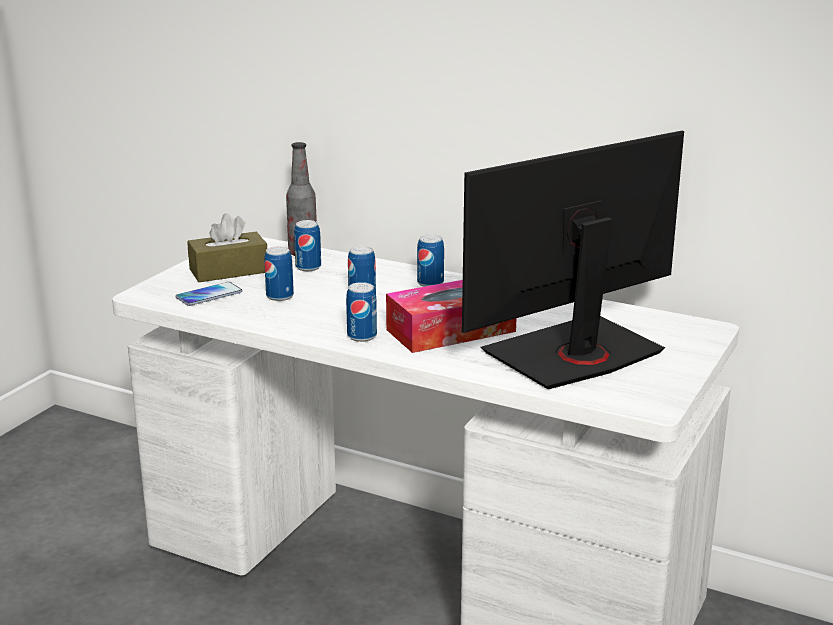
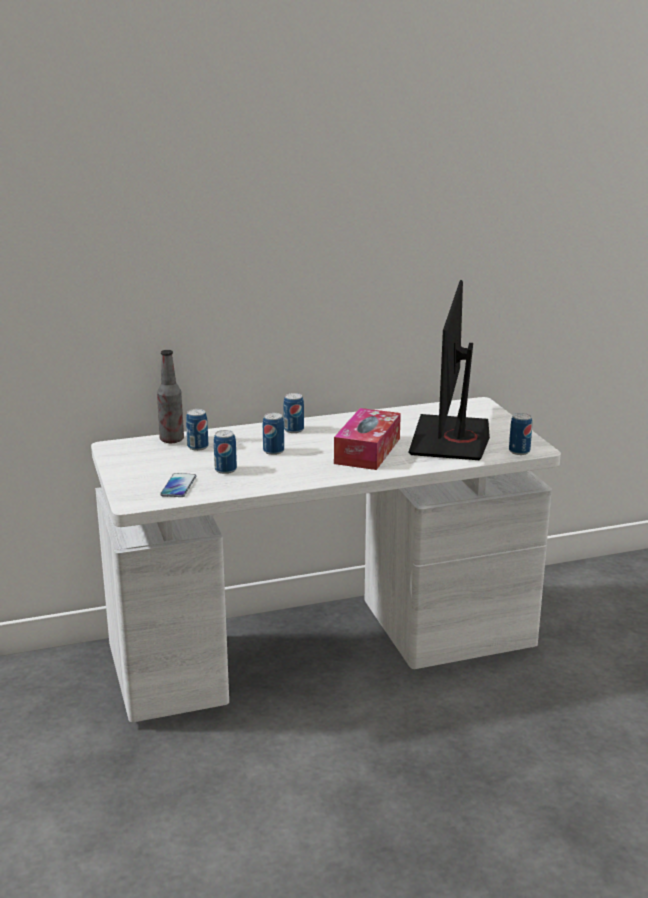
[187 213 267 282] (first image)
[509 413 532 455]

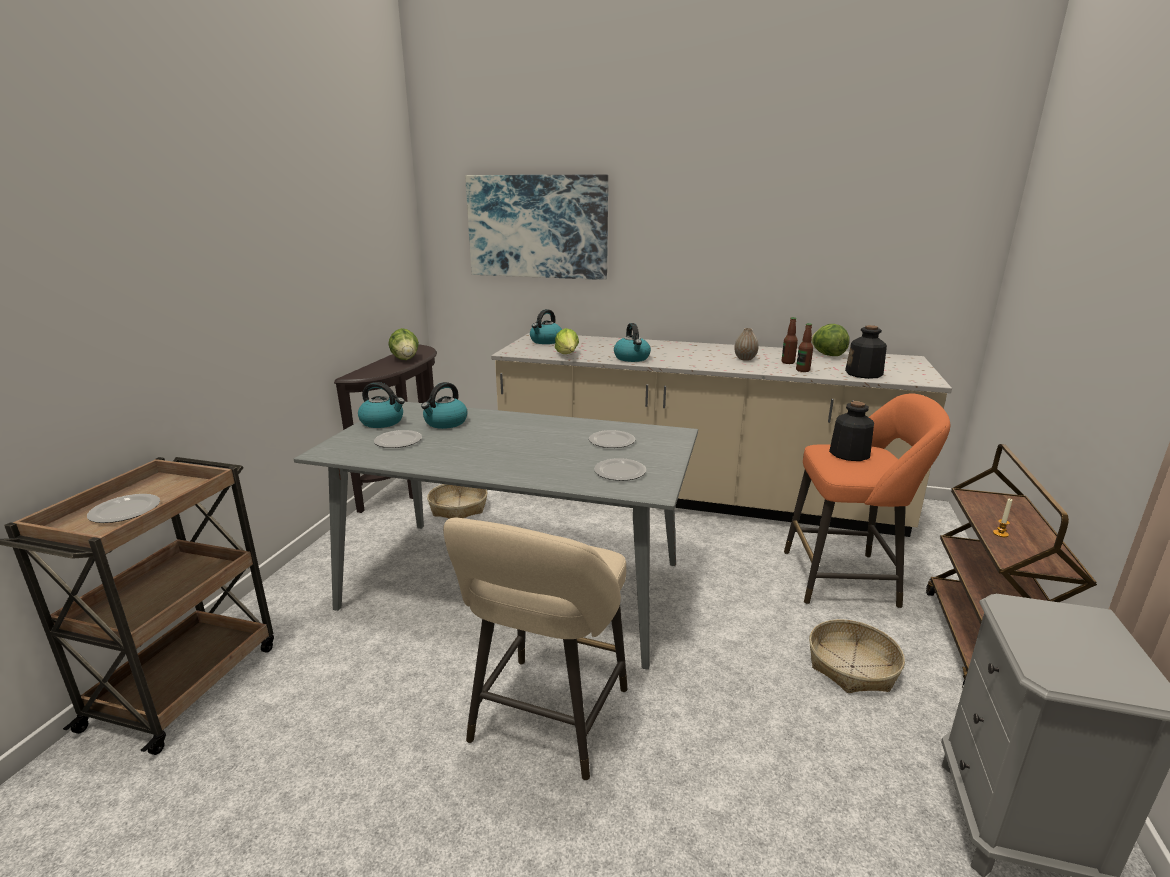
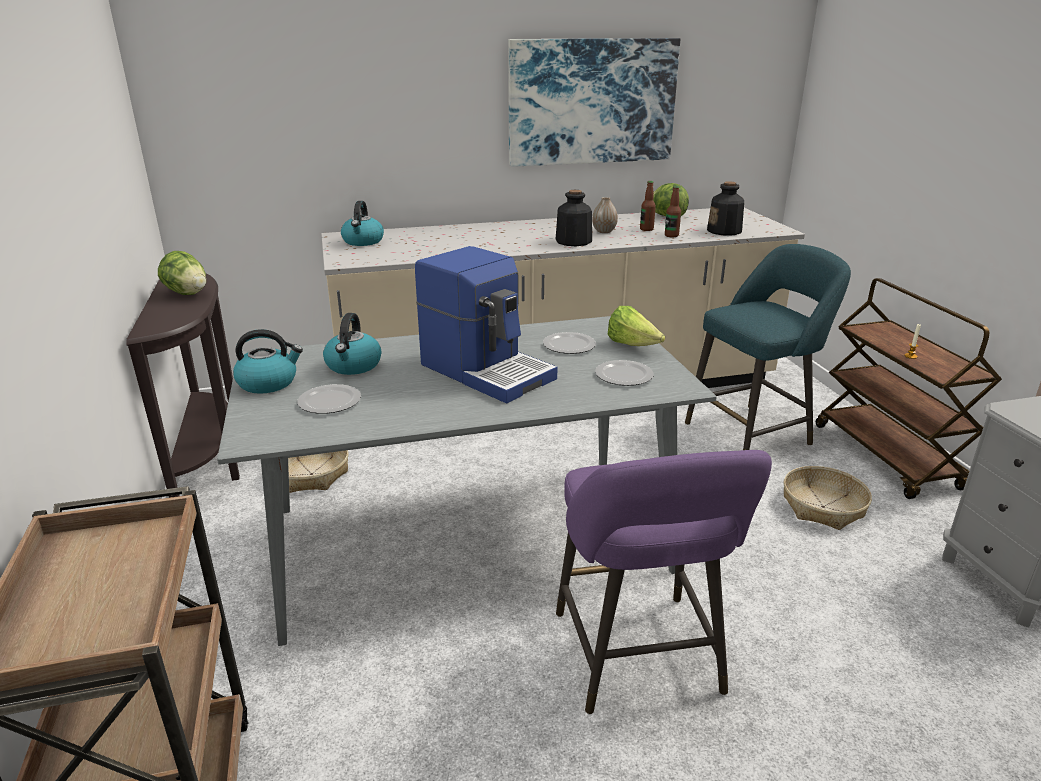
[87 494 160 523] (first image)
[614 323 651 362] (first image)
[415 246 557 403]
[508 38 680 167]
[608 306 665 346]
[556 190 592 246]
[556 450 772 714]
[685 244 851 450]

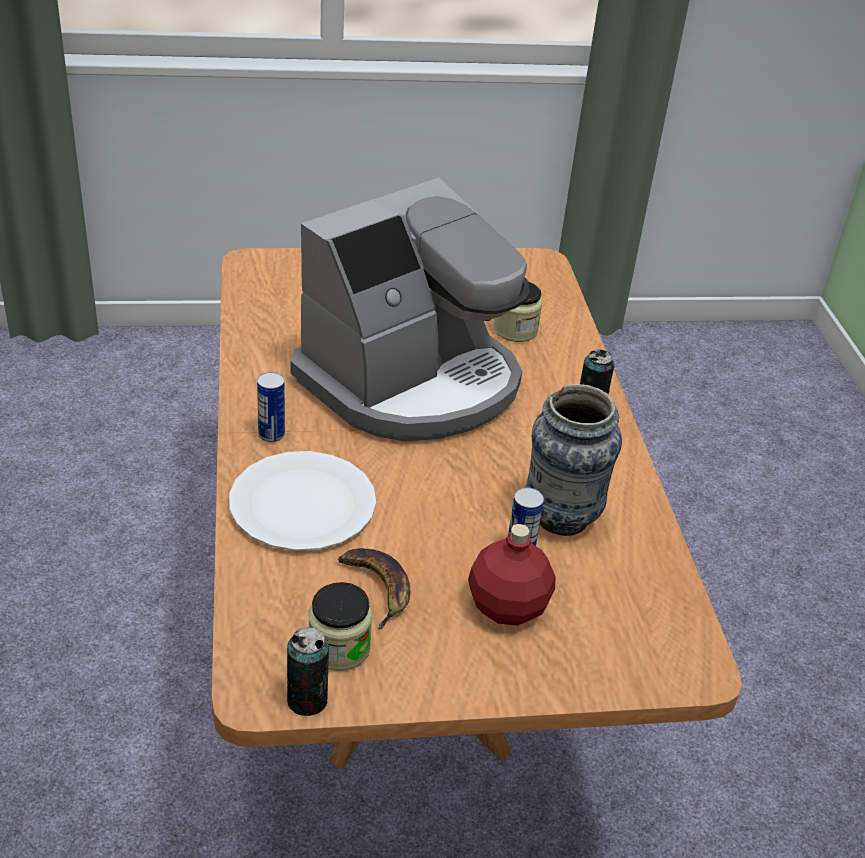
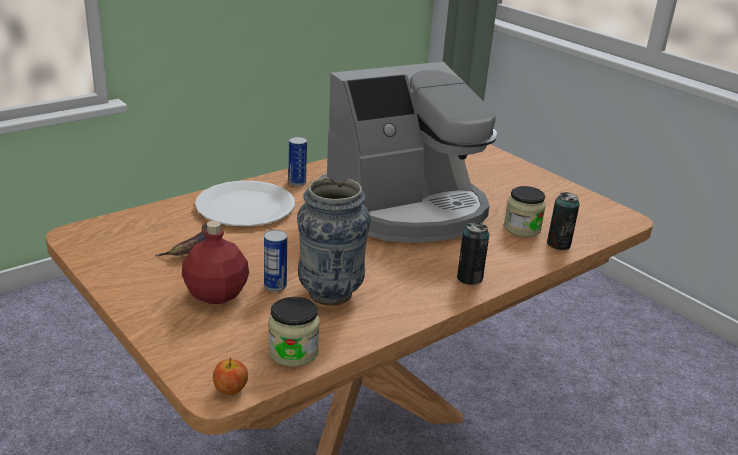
[213 357 248 395]
[547 192 580 250]
[269 297 320 367]
[319 62 497 243]

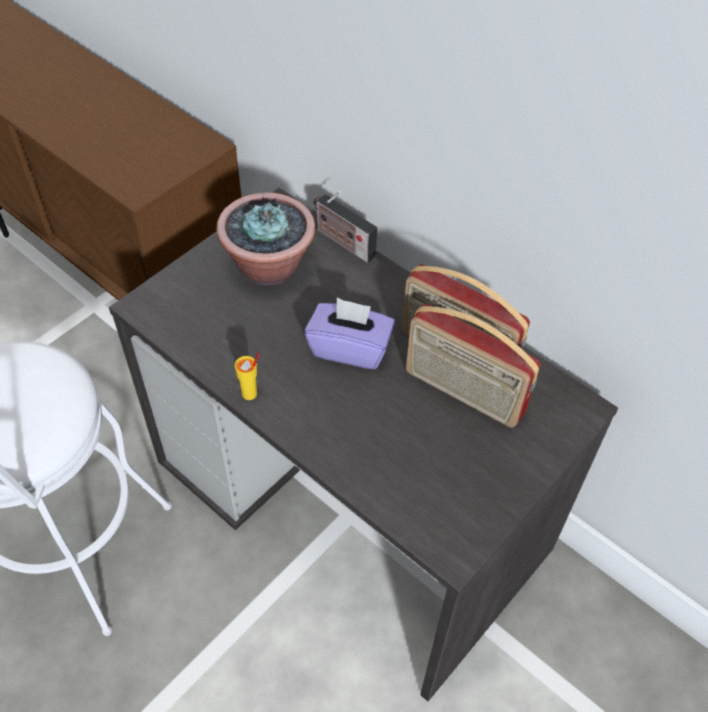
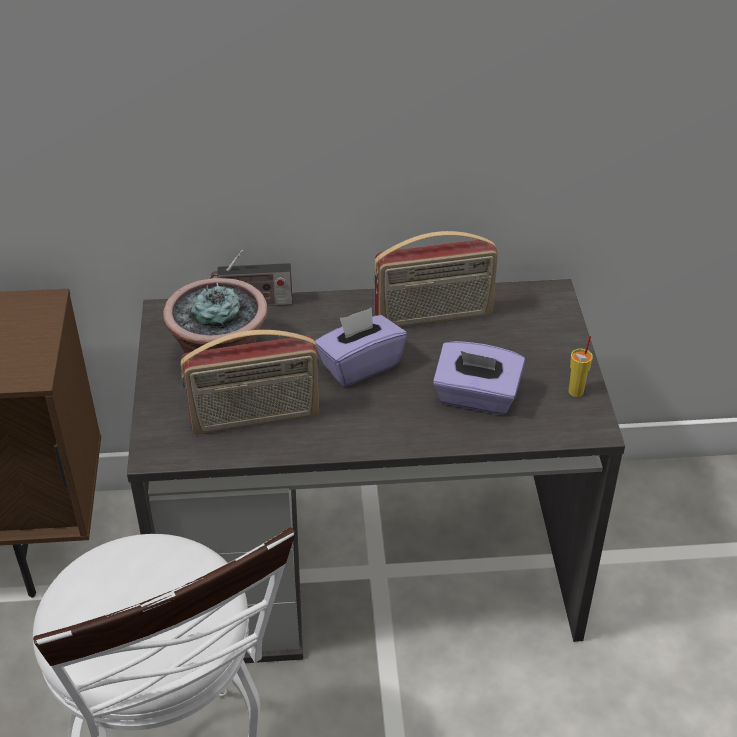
[433 341 525 415]
[568 336 593 397]
[181 330 319 434]

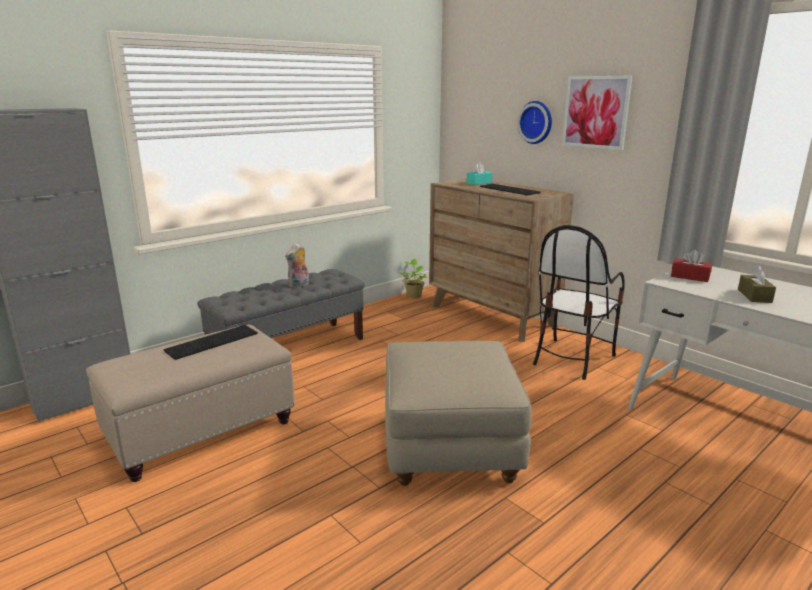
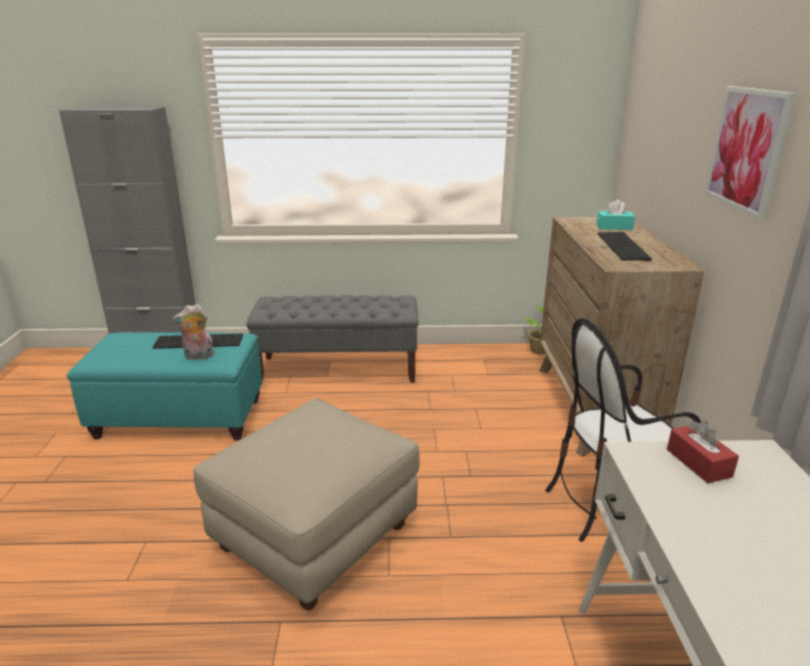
[517 101 552 144] (first image)
[738 265 776 303] (first image)
[173 304 215 360]
[67 332 262 441]

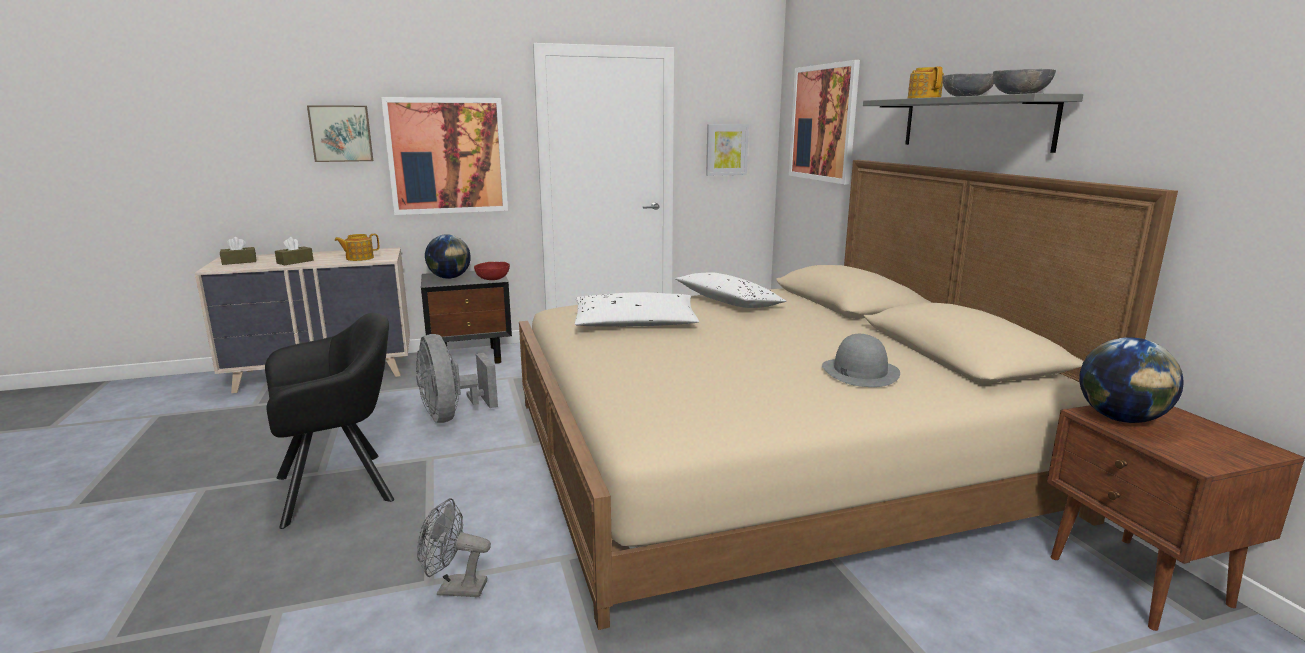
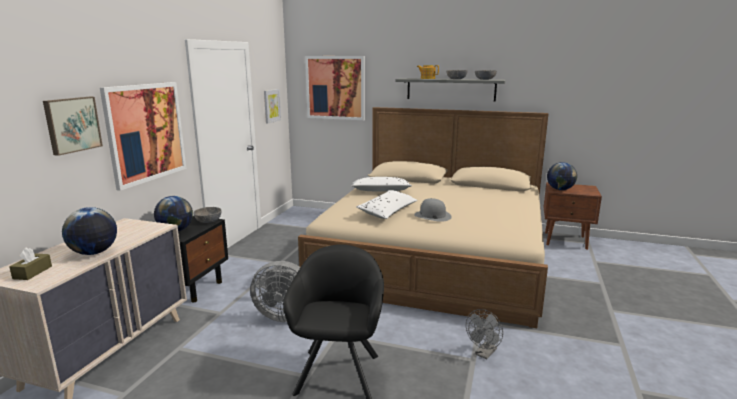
[334 234 379 261] (first image)
[414 198 452 222]
[62 207 117 255]
[194 207 222 223]

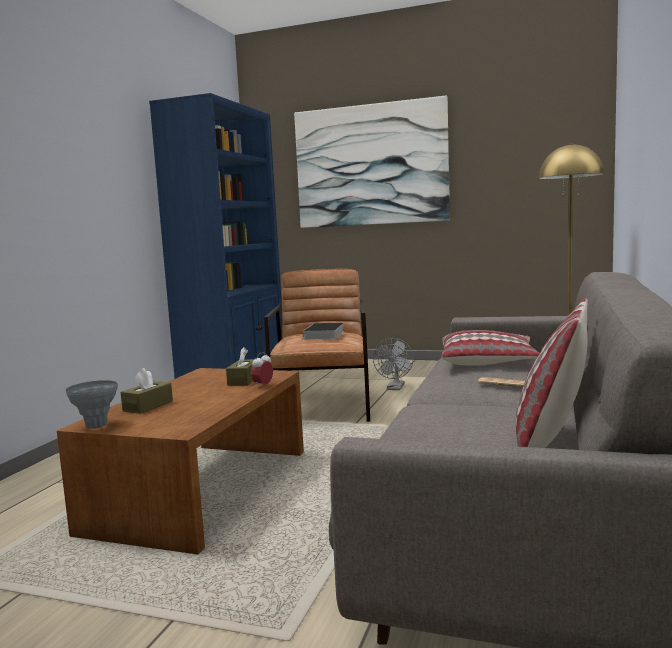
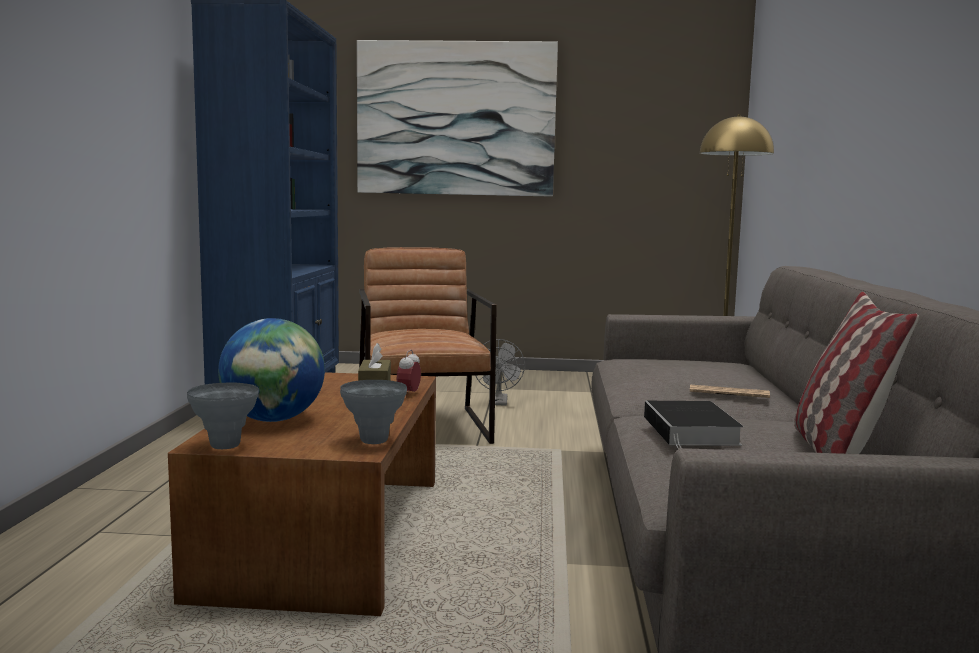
[441 330 539 366] (first image)
[340 380 407 444]
[644 401 743 448]
[218 318 325 422]

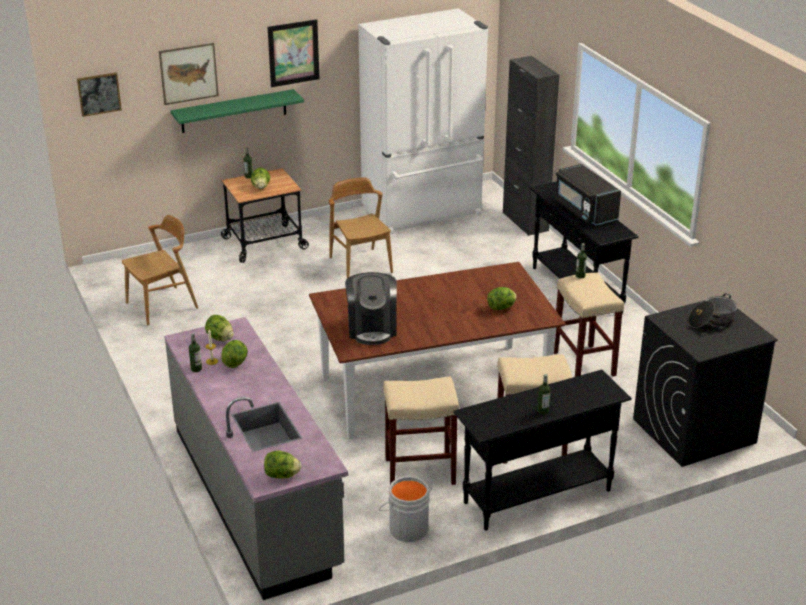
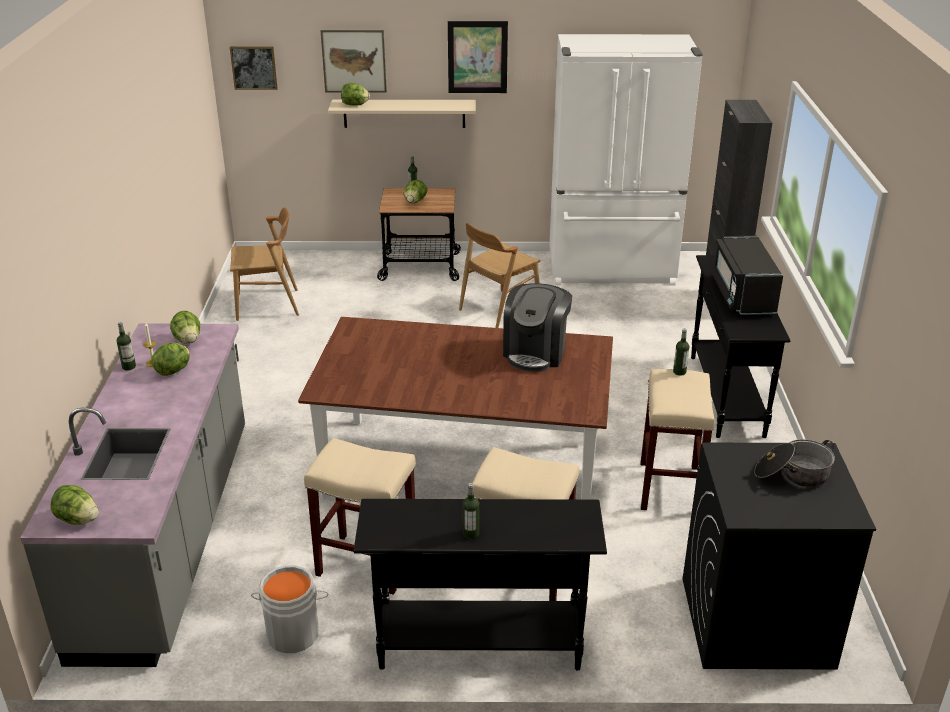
[503 283 572 372]
[341 83 370 106]
[328 100 476 128]
[459 223 540 328]

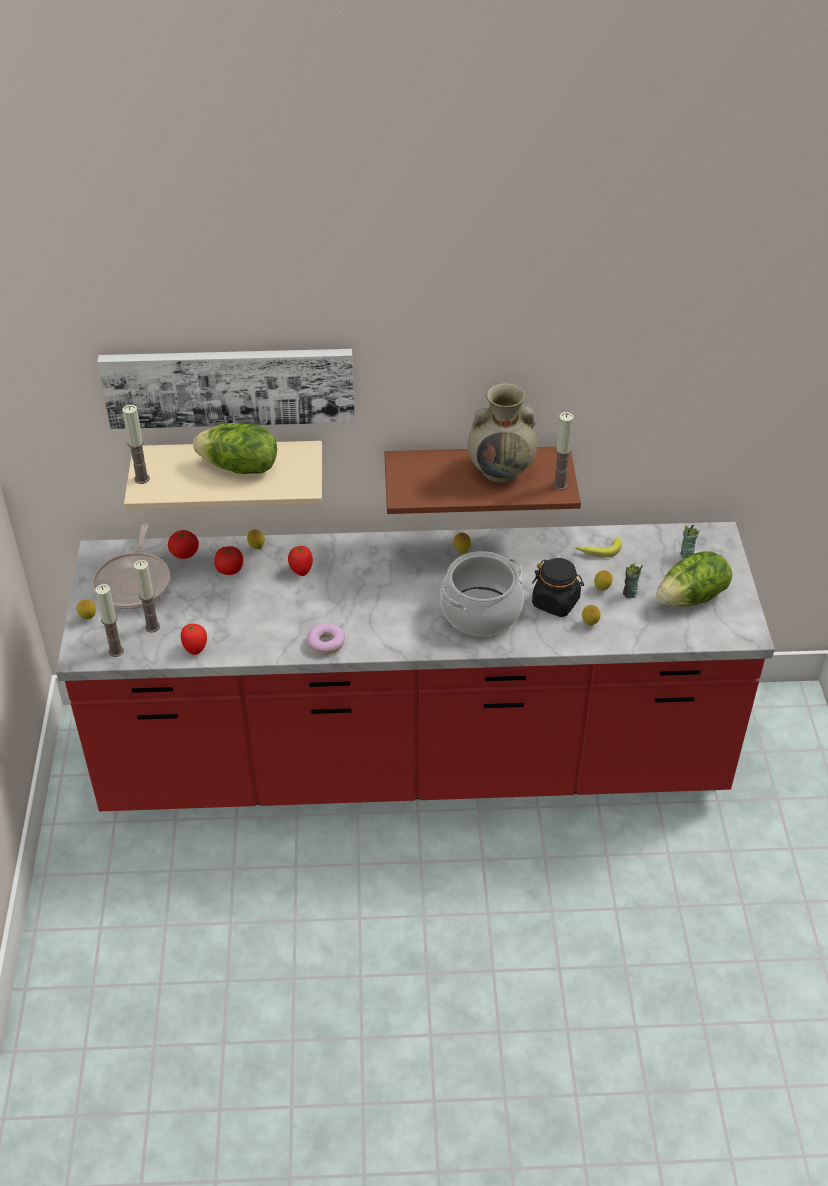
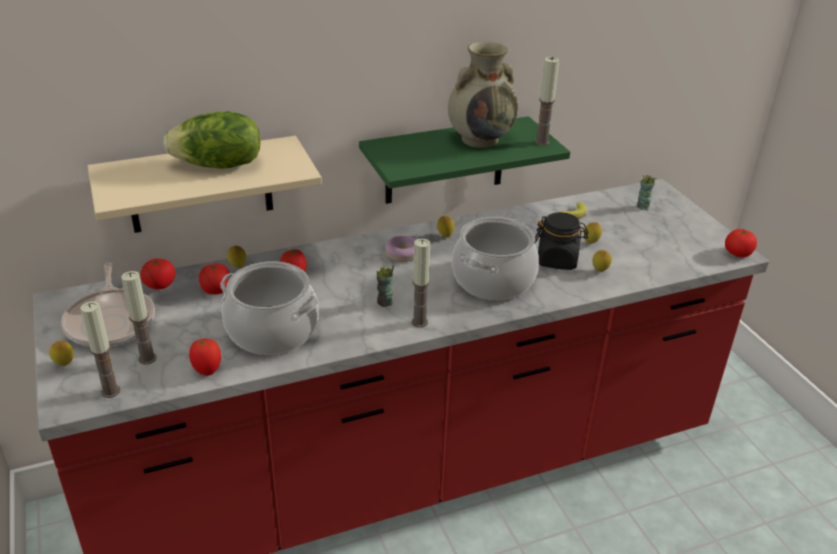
[97 349 355 429] (first image)
[656 552 732 606] (first image)
[220 261 319 355]
[725 229 757 258]
[412 239 430 328]
[385 236 417 262]
[377 265 394 307]
[359 116 570 204]

